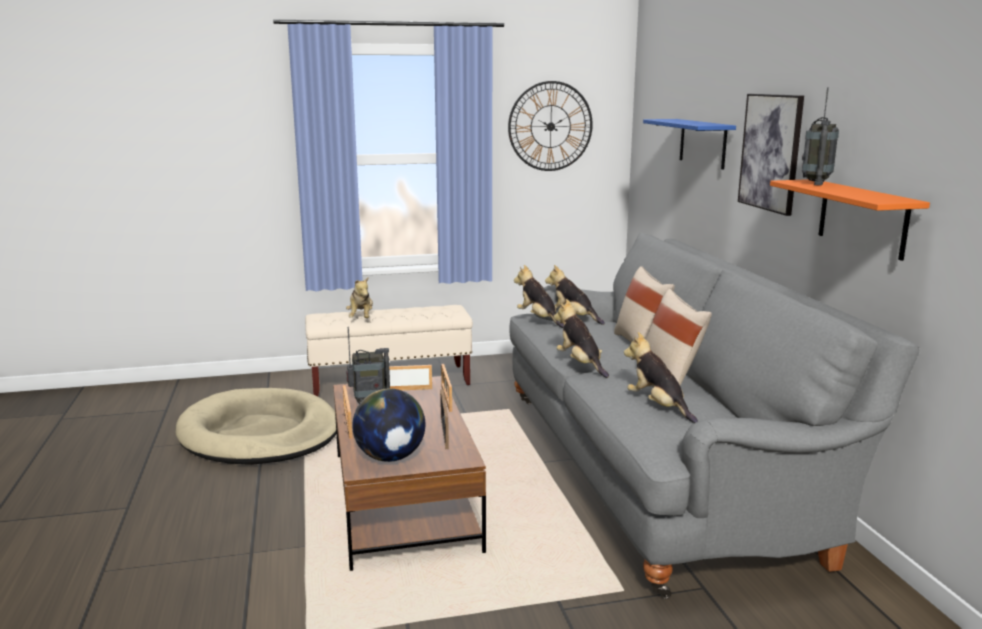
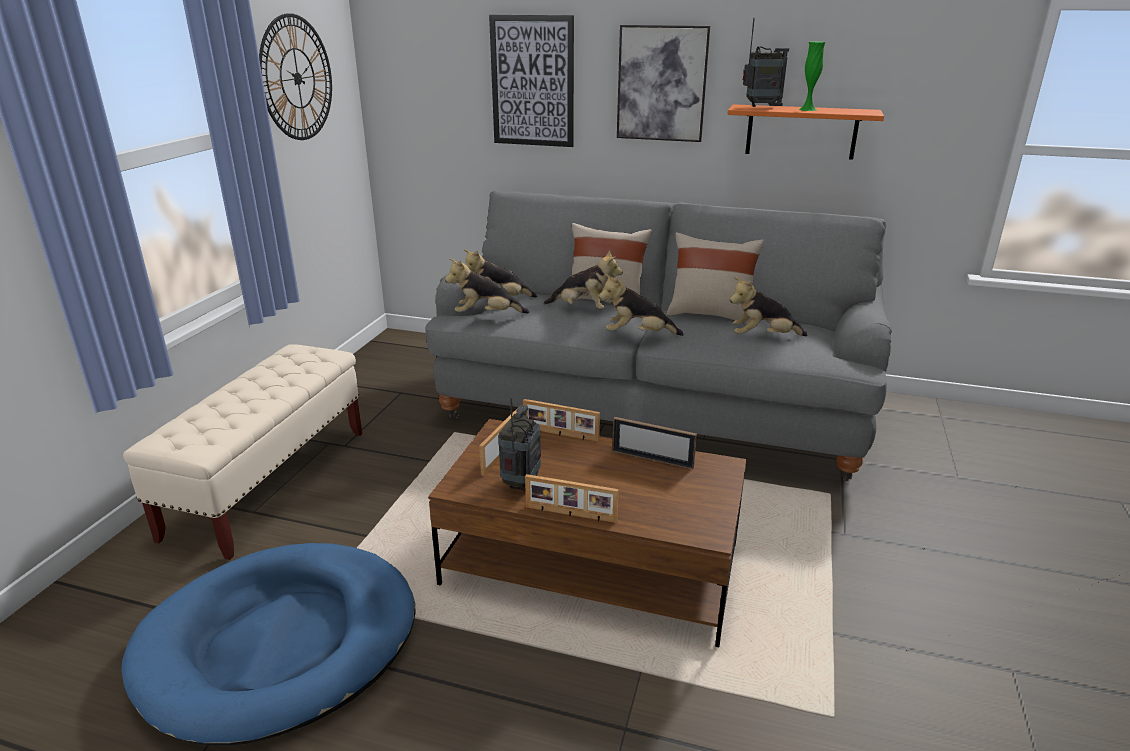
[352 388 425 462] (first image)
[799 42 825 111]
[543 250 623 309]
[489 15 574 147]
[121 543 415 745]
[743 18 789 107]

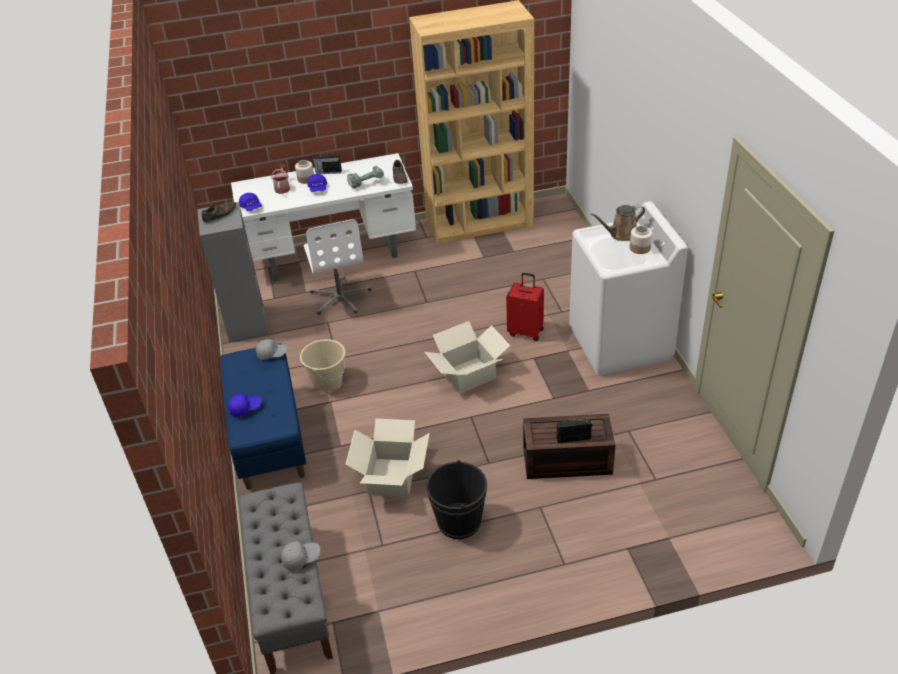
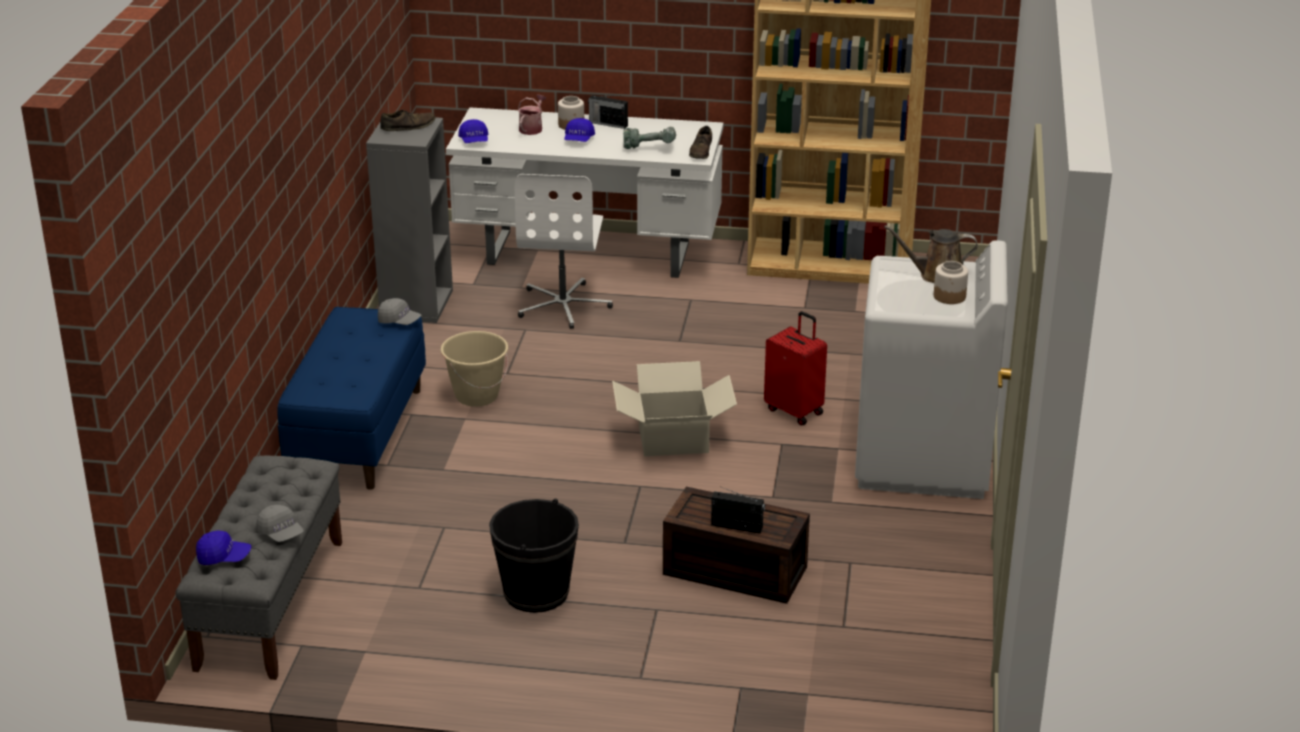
[345 419 430 497] (first image)
[196 531 251 565]
[256 505 304 542]

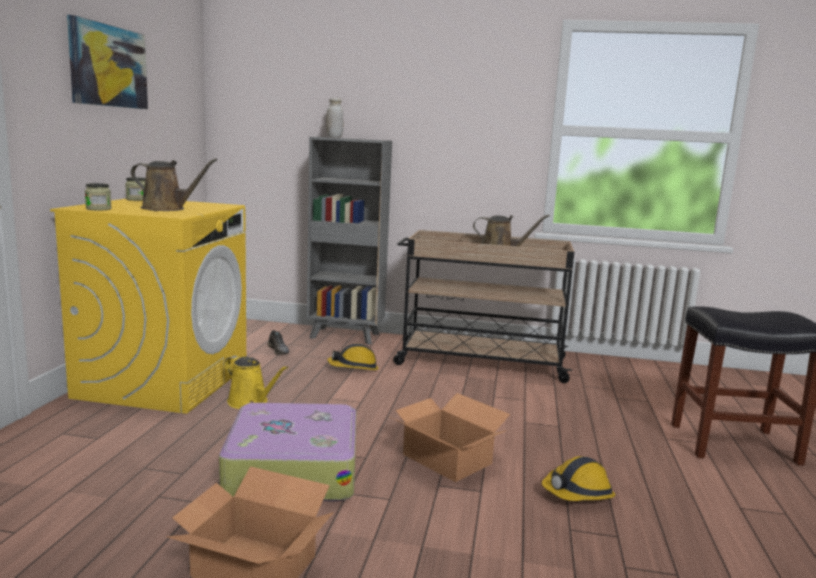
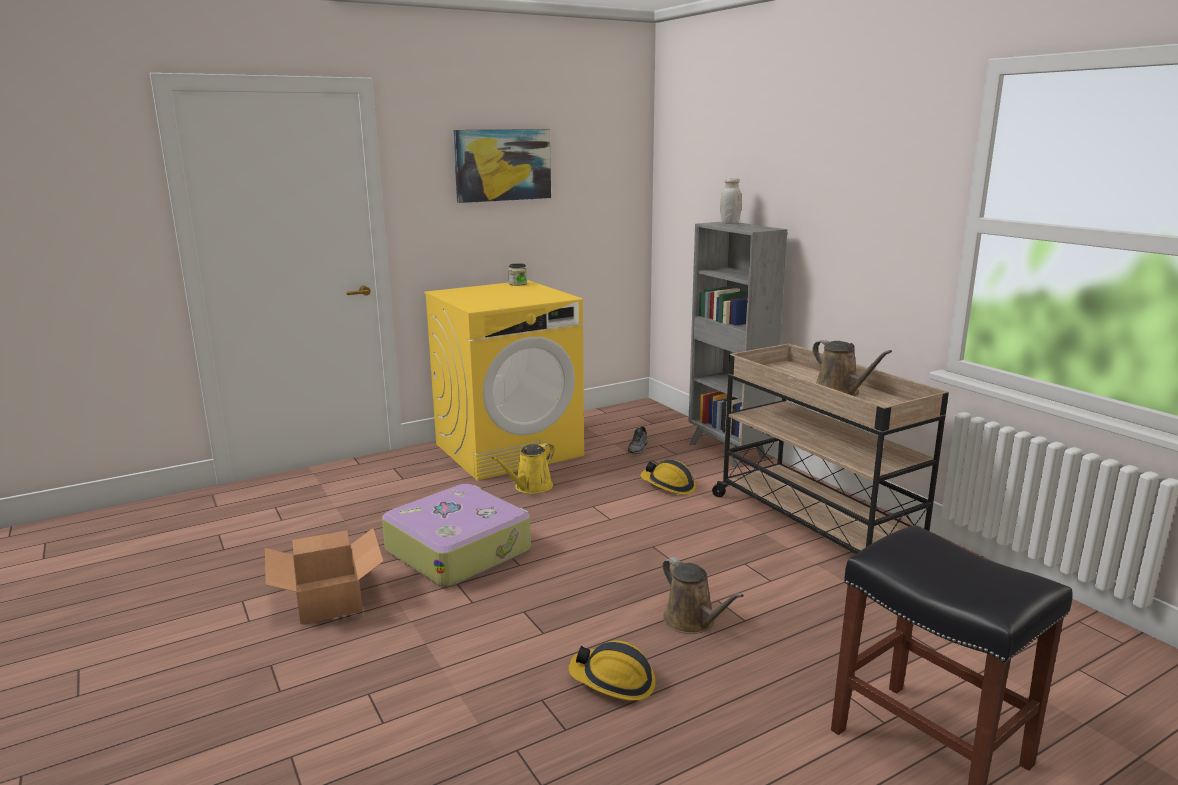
[85 183 112 210] (first image)
[390 393 510 482] (first image)
[663 557 744 634]
[492 443 554 494]

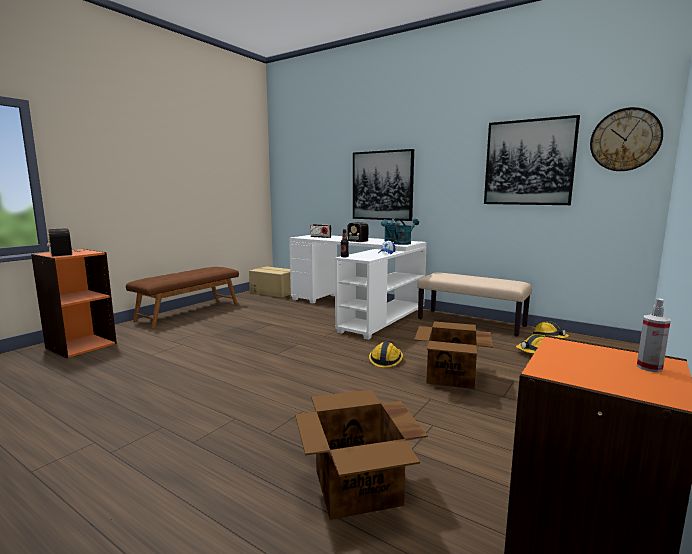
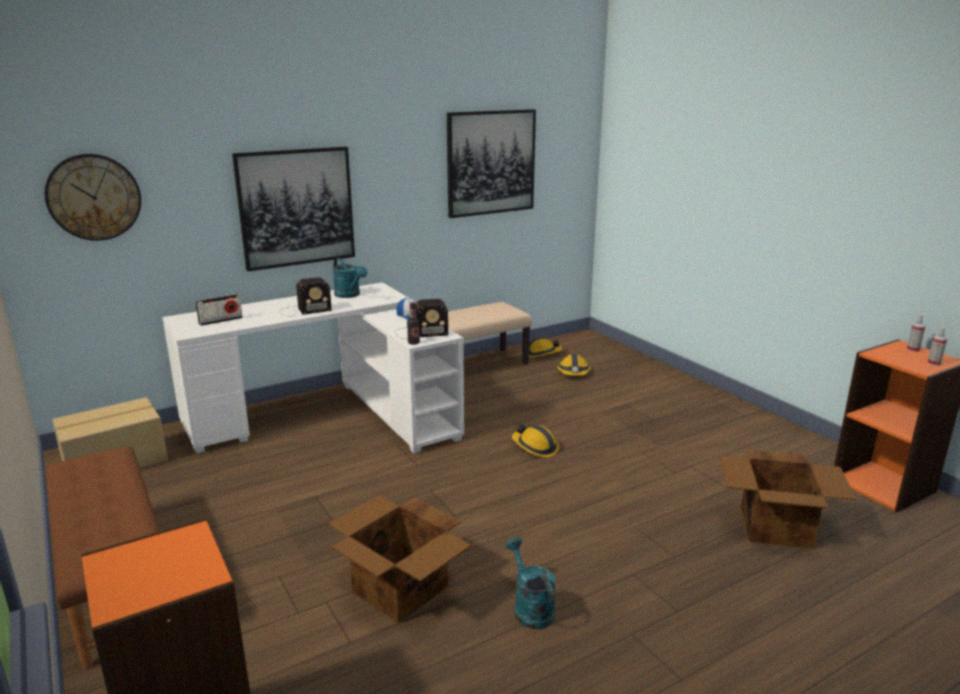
[927 327 947 366]
[395 299 448 339]
[506 538 556 629]
[328 495 471 623]
[45 154 141 241]

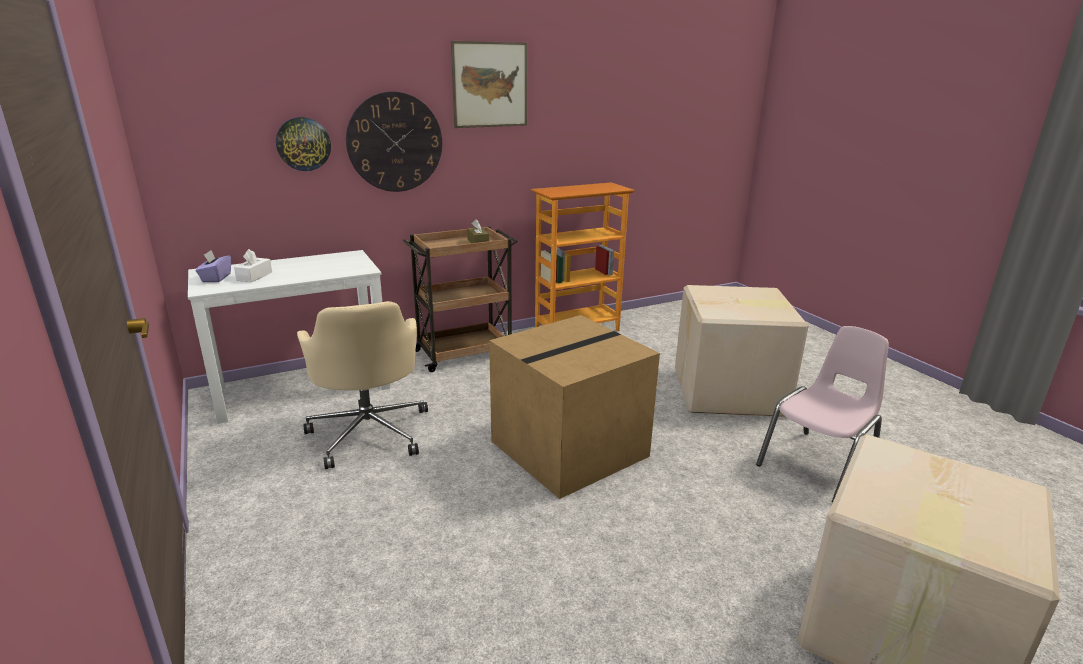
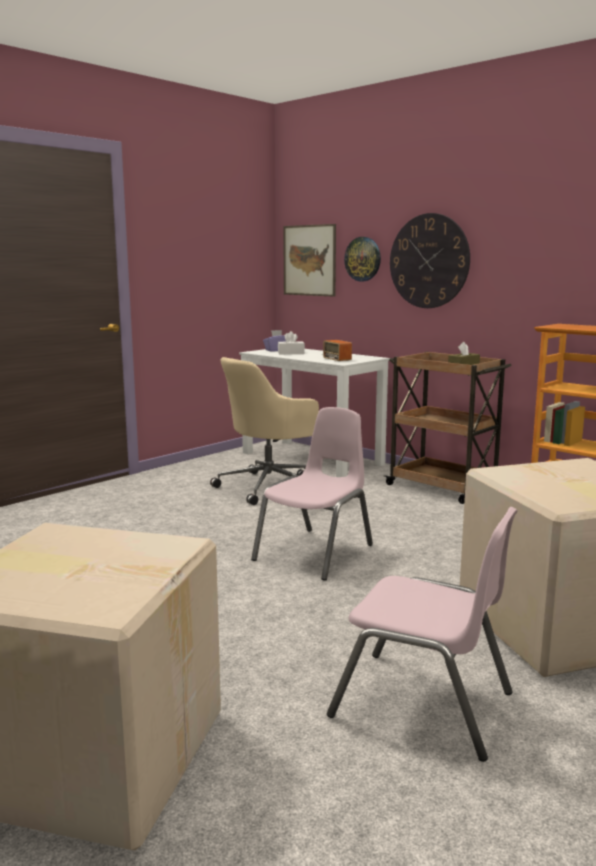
[321 340 352 361]
[283 224 336 297]
[251 407 373 581]

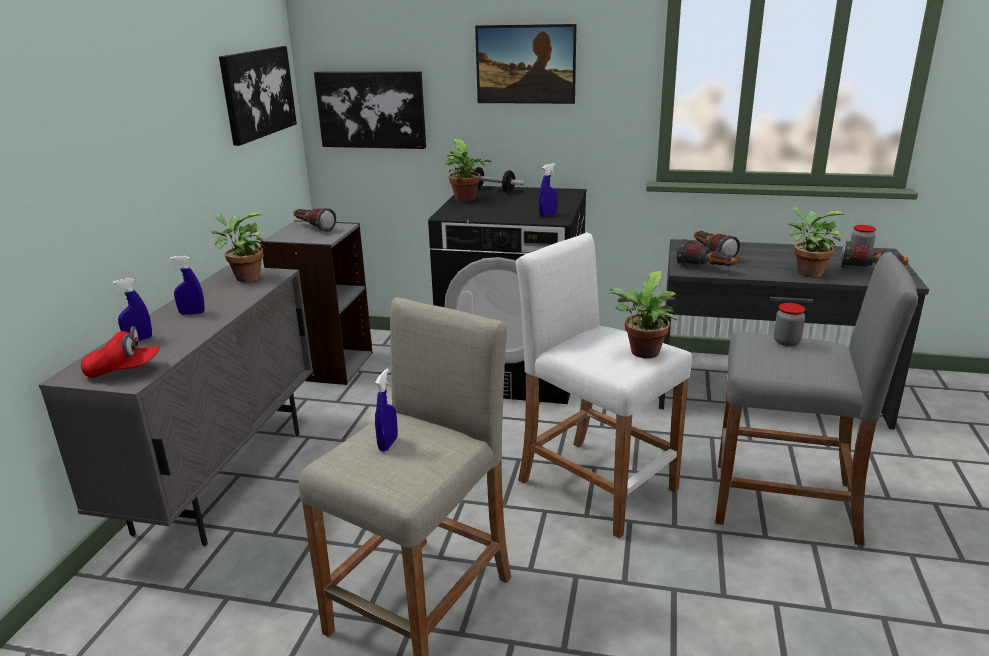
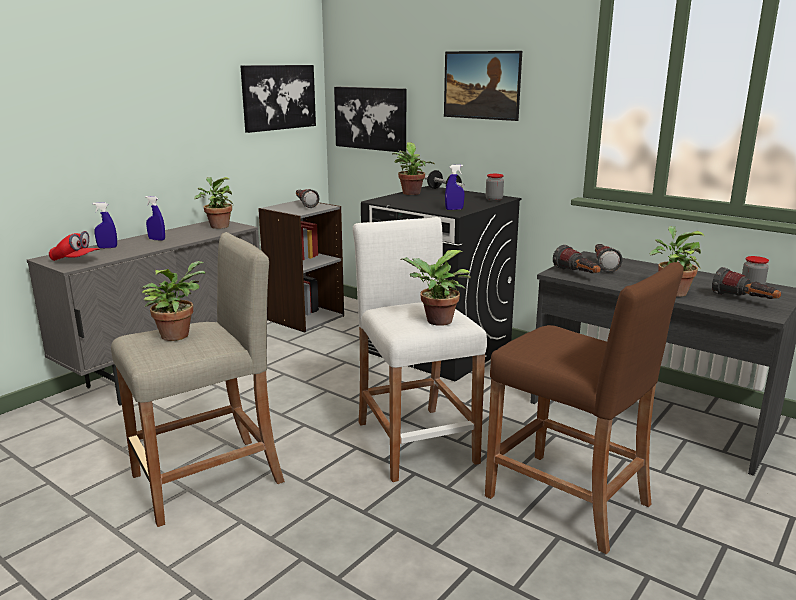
[486 174 504 201]
[142 261 205 341]
[485 262 684 554]

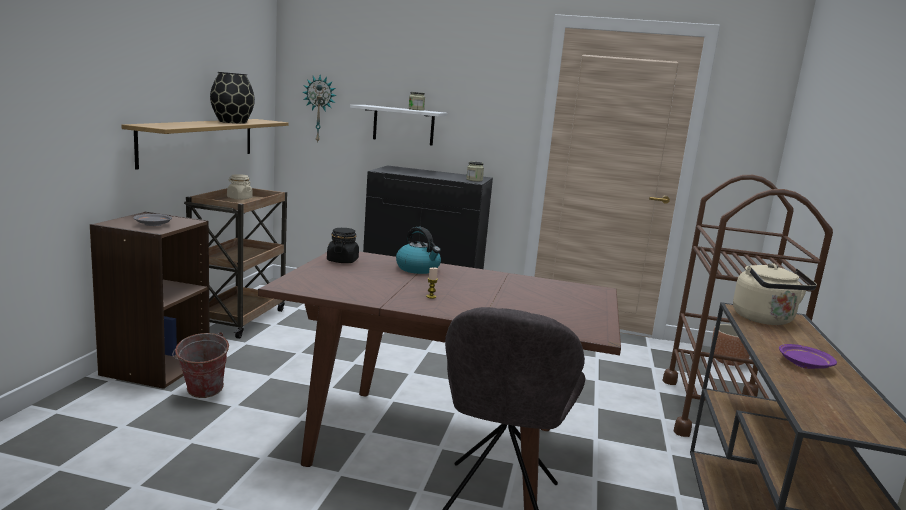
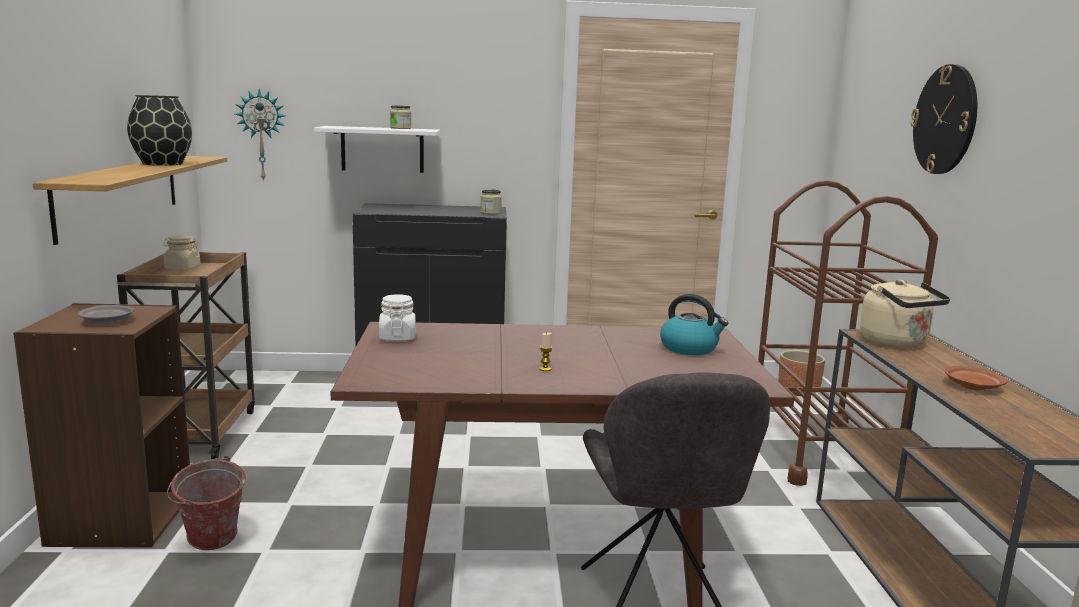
[911 64 977 174]
[660 294 728 355]
[379 294 416 341]
[944 366 1007 390]

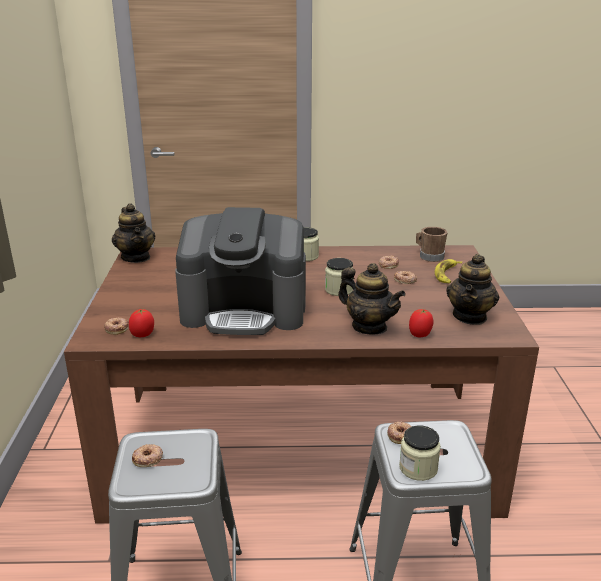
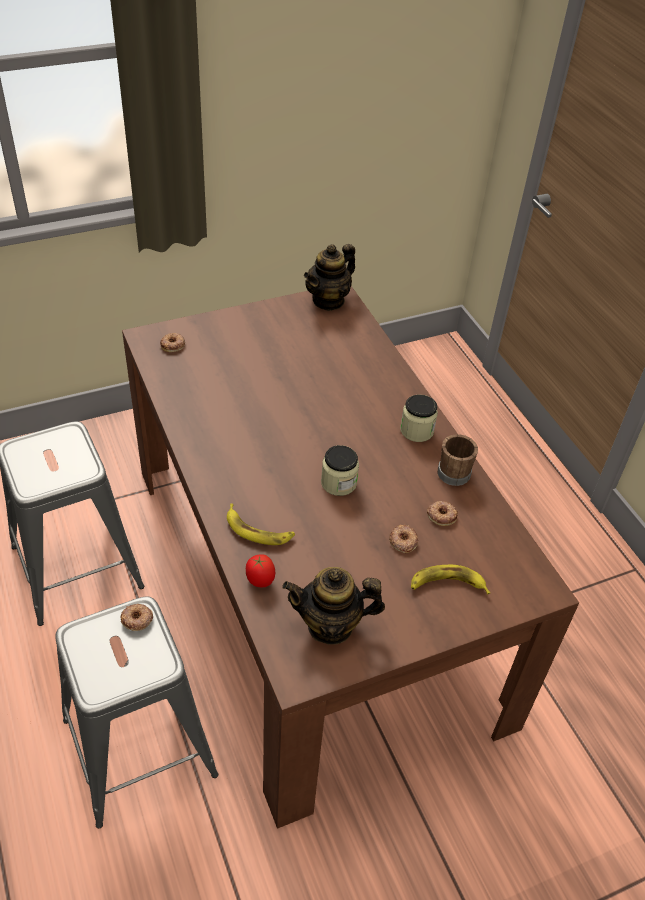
[129 309 154 337] (first image)
[132 444 163 467] (first image)
[175 207 306 335] (first image)
[399 425 441 481] (first image)
[437 434 478 486]
[227 503 295 545]

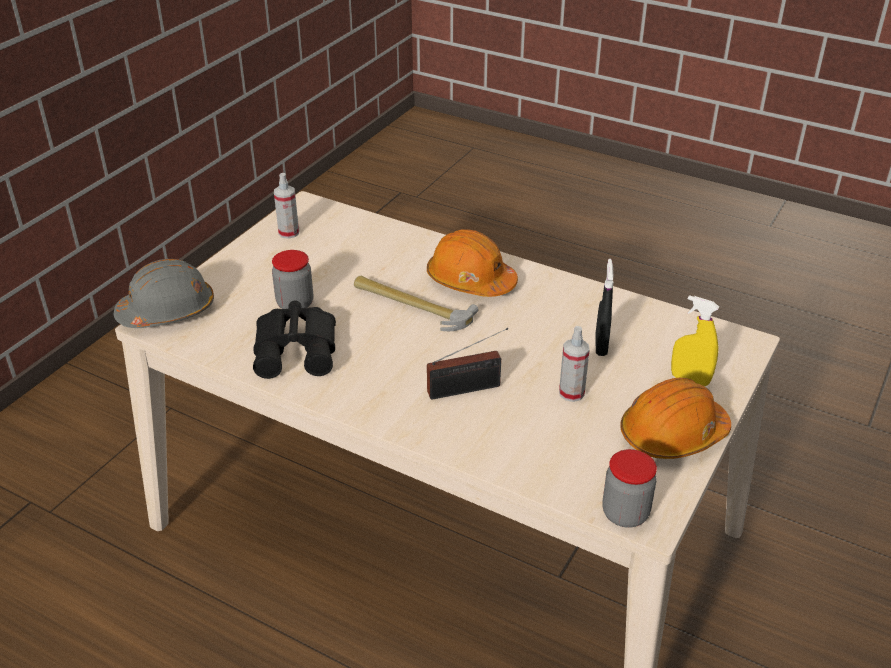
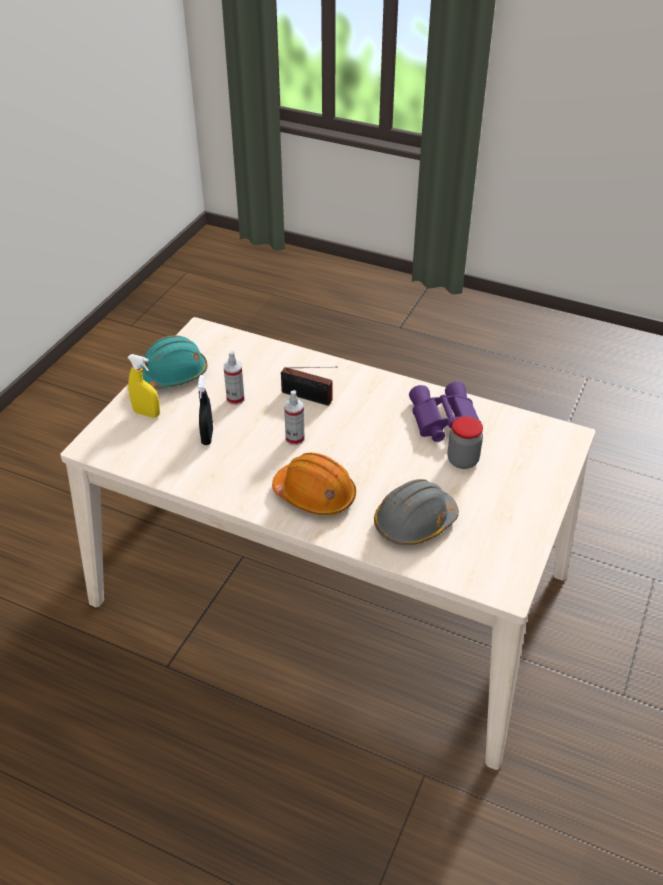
[354 276 479 331] (first image)
[603 449 657 528] (first image)
[374 479 459 545]
[284 390 305 446]
[409 381 481 442]
[140 336 207 390]
[281 367 337 406]

